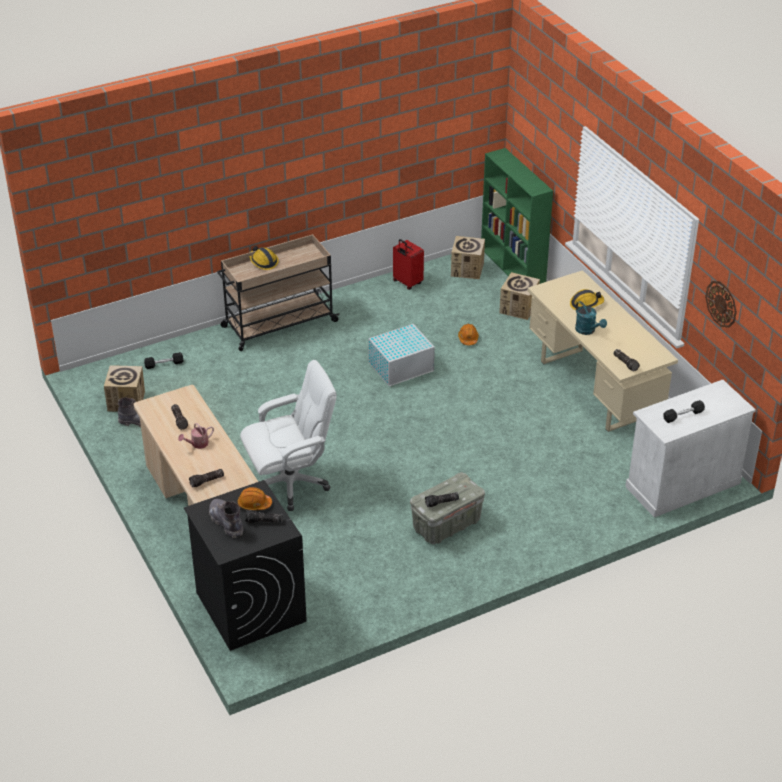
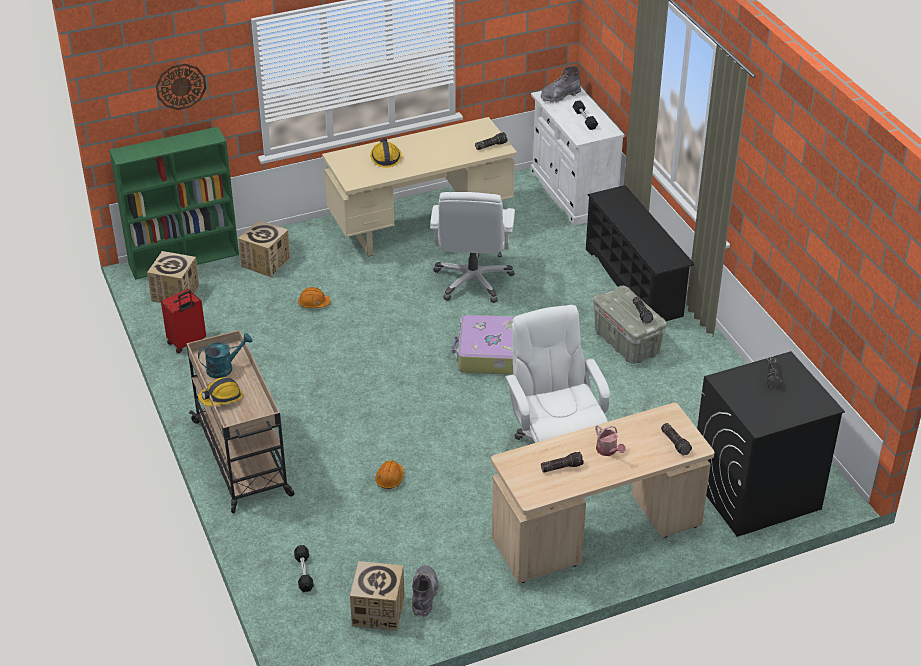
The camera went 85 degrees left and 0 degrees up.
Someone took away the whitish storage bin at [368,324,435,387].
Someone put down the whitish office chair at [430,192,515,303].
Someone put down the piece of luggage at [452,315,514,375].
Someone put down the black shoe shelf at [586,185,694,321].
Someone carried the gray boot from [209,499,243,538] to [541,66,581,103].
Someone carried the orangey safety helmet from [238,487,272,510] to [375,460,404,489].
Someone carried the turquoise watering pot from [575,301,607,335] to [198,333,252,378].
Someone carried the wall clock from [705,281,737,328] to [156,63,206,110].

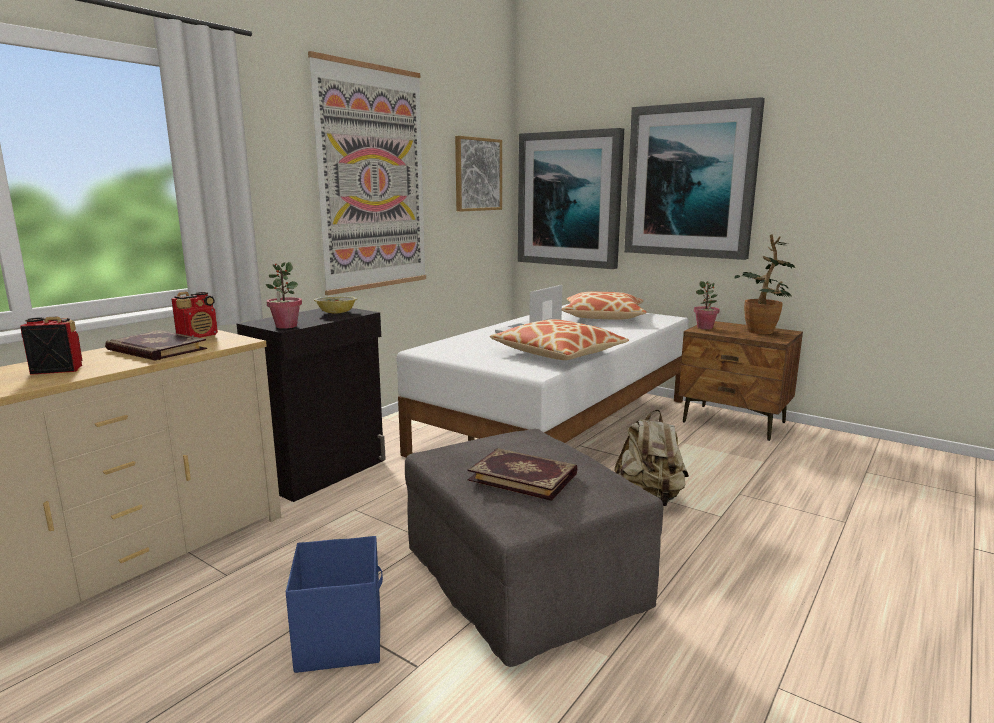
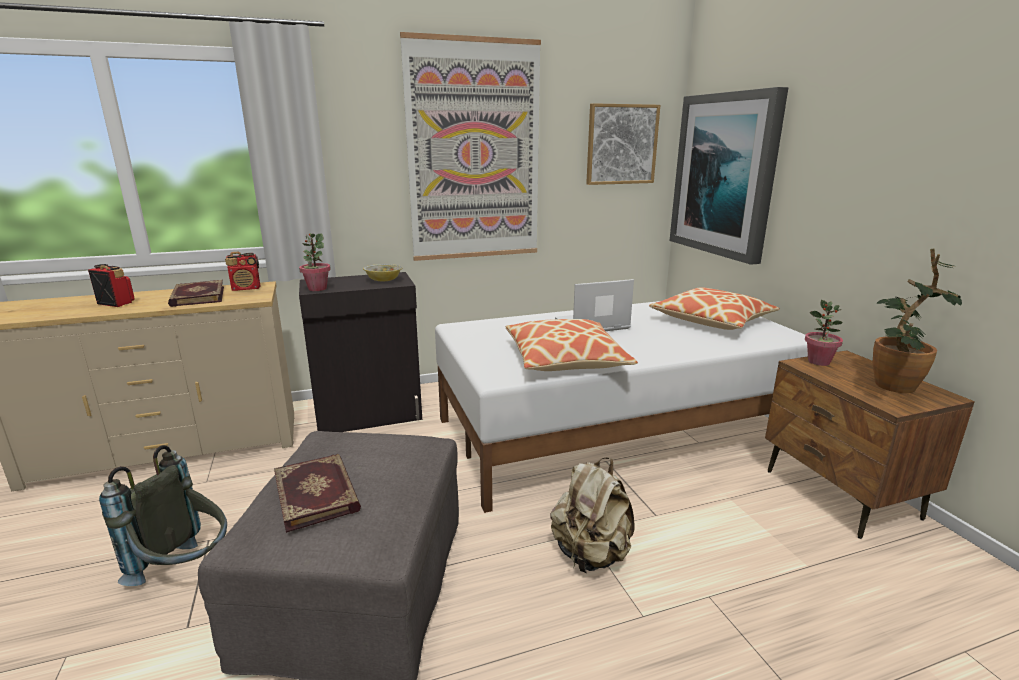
The camera went 35 degrees right and 5 degrees up.
Someone took away the wall art at [624,97,765,260].
Someone swapped the blue storage bin at [286,536,383,673] for the gray knapsack at [99,445,227,586].

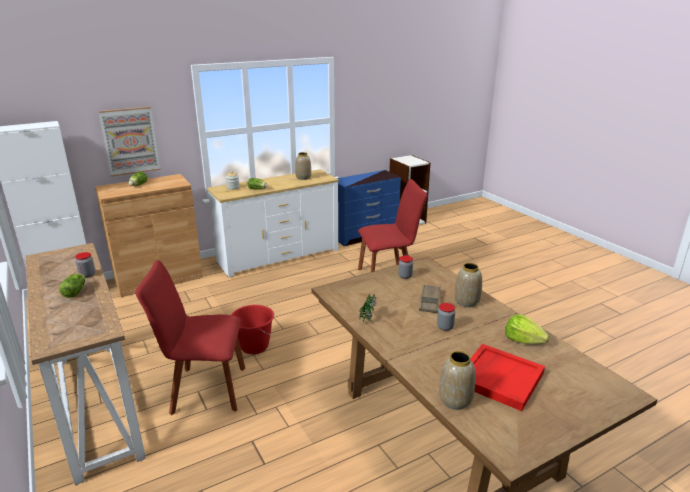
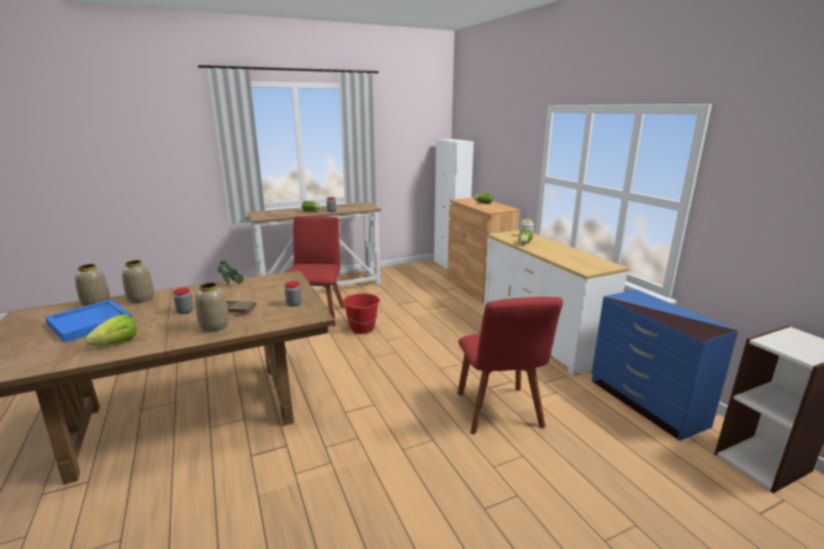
The camera went 95 degrees right and 5 degrees down.
Someone took away the wall art at [99,107,160,177].
Someone carried the vase from [295,152,311,180] to [122,260,154,303].
Someone repainted the red-coloured carrying tray at [471,344,545,411], which became the blue carrying tray at [45,299,132,342].

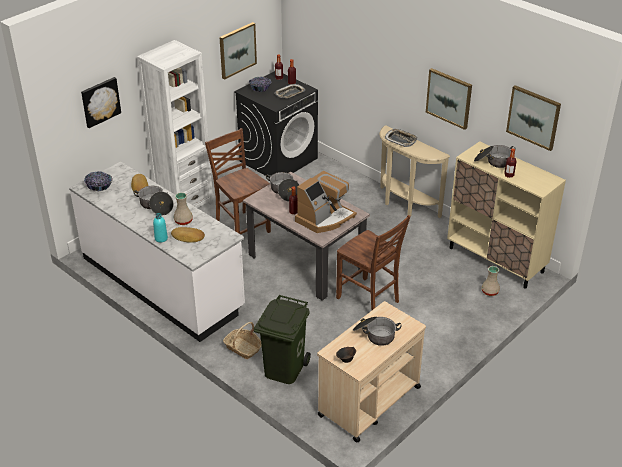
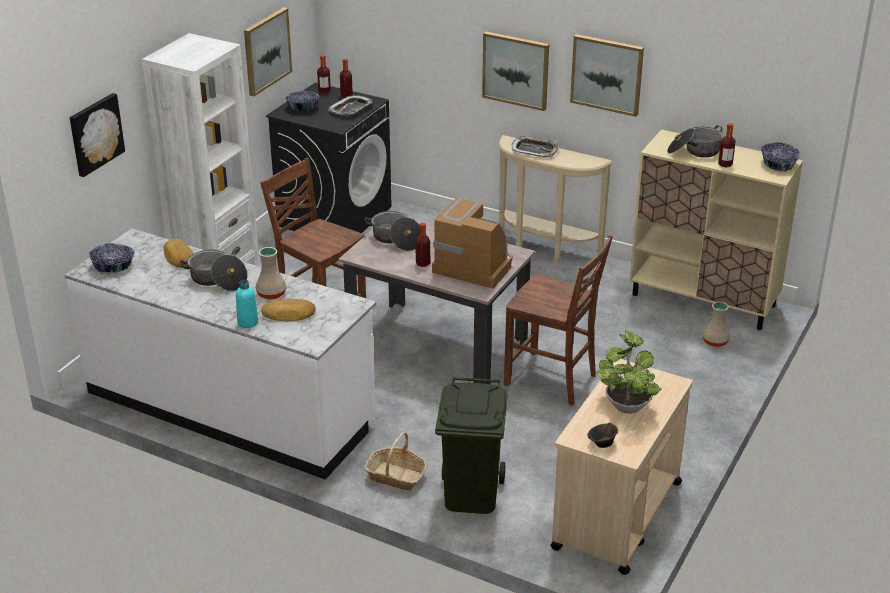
The camera went 15 degrees left and 5 degrees down.
Someone put down the bowl at [761,142,800,172].
Someone carried the wall art from [506,85,561,151] to [482,32,549,111].
Someone swapped the saucepot at [353,317,402,346] for the potted plant at [597,330,662,414].
Someone rotated the coffee maker at [295,171,357,233] by 90 degrees counterclockwise.

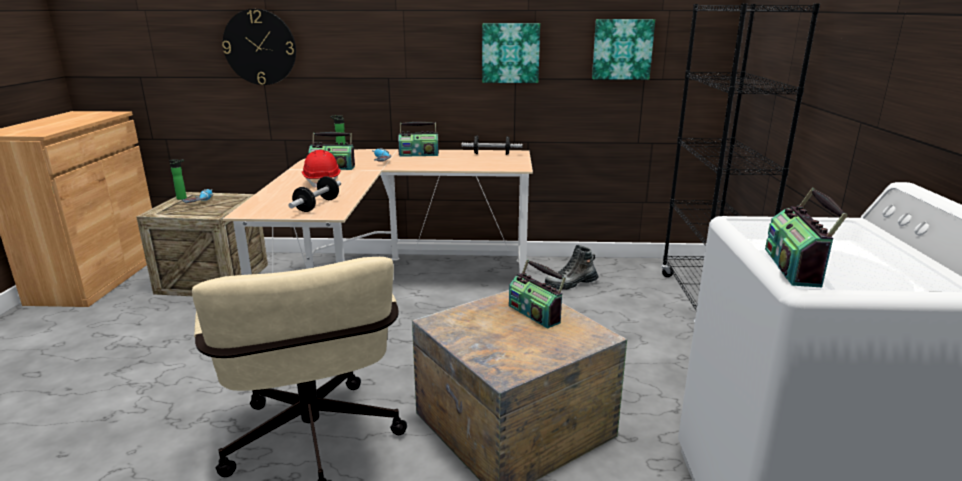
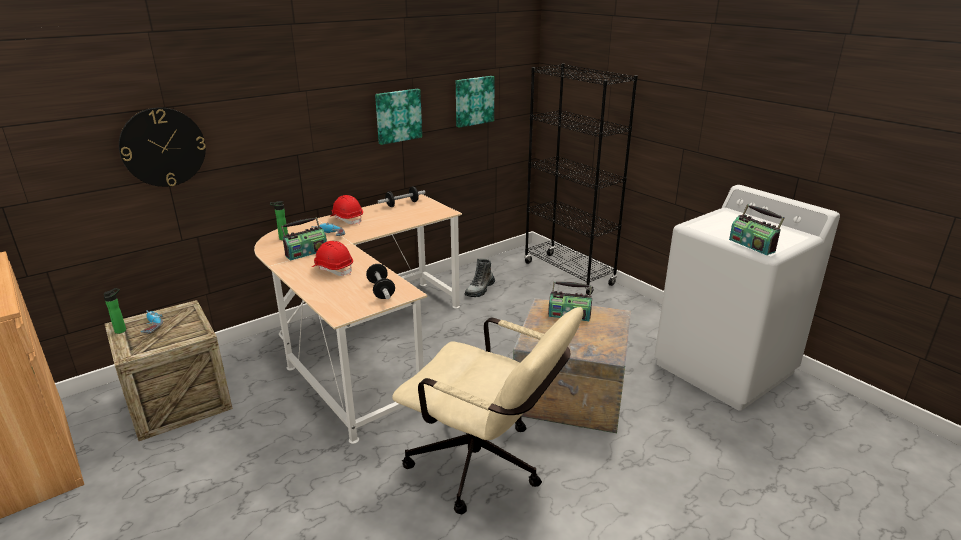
The camera went 40 degrees left and 5 degrees up.
Someone swapped the radio set at [398,121,439,157] for the red-coloured safety helmet at [331,195,363,224].

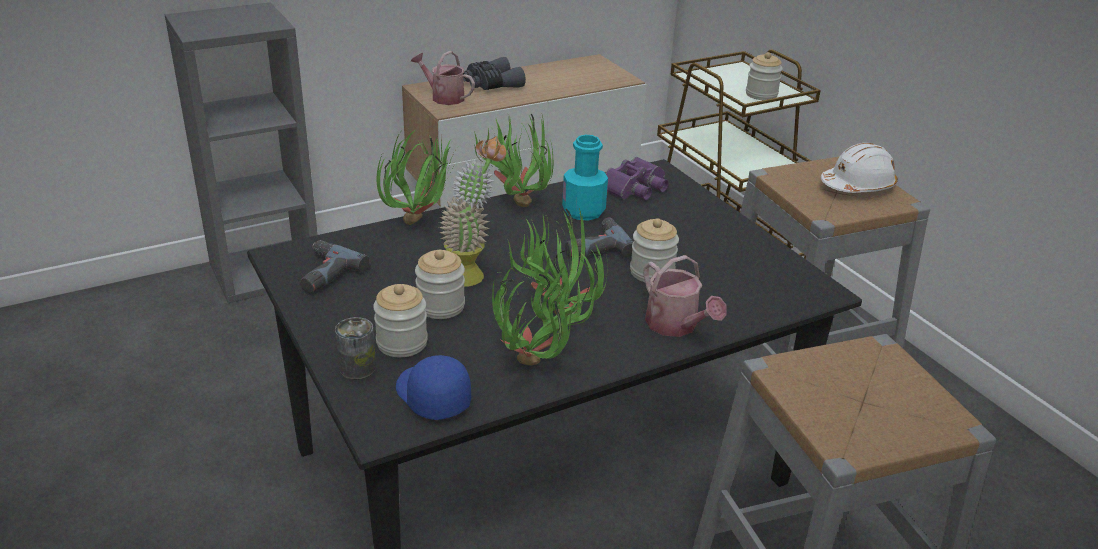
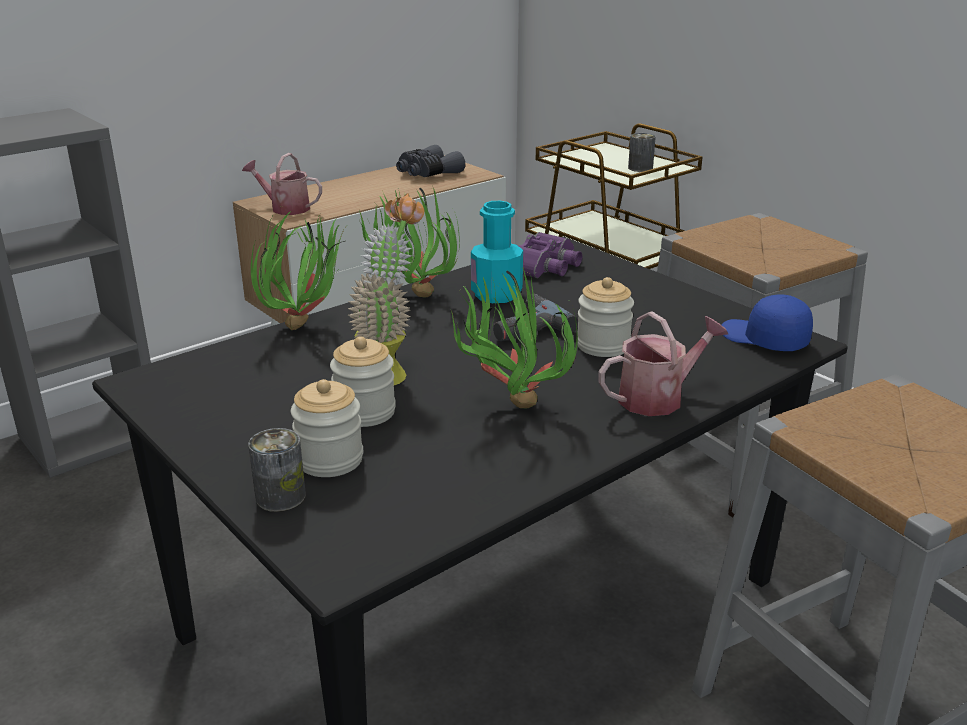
The camera went 10 degrees left and 5 degrees down.
Someone took away the power drill at [300,240,370,293].
Someone took away the potted plant at [492,255,597,365].
Someone took away the whitish safety helmet at [821,143,898,193].
Someone carried the blue baseball cap from [396,355,471,420] to [722,294,813,351].
Someone carried the gray binoculars from [463,57,526,90] to [396,145,465,177].
Someone swapped the preserve jar at [746,52,783,100] for the can at [628,133,656,172].
Someone rotated the watering pot at [644,255,727,337] by 75 degrees counterclockwise.

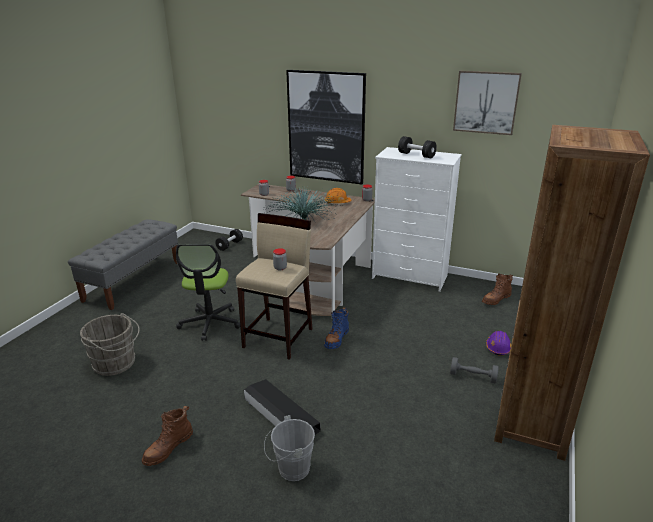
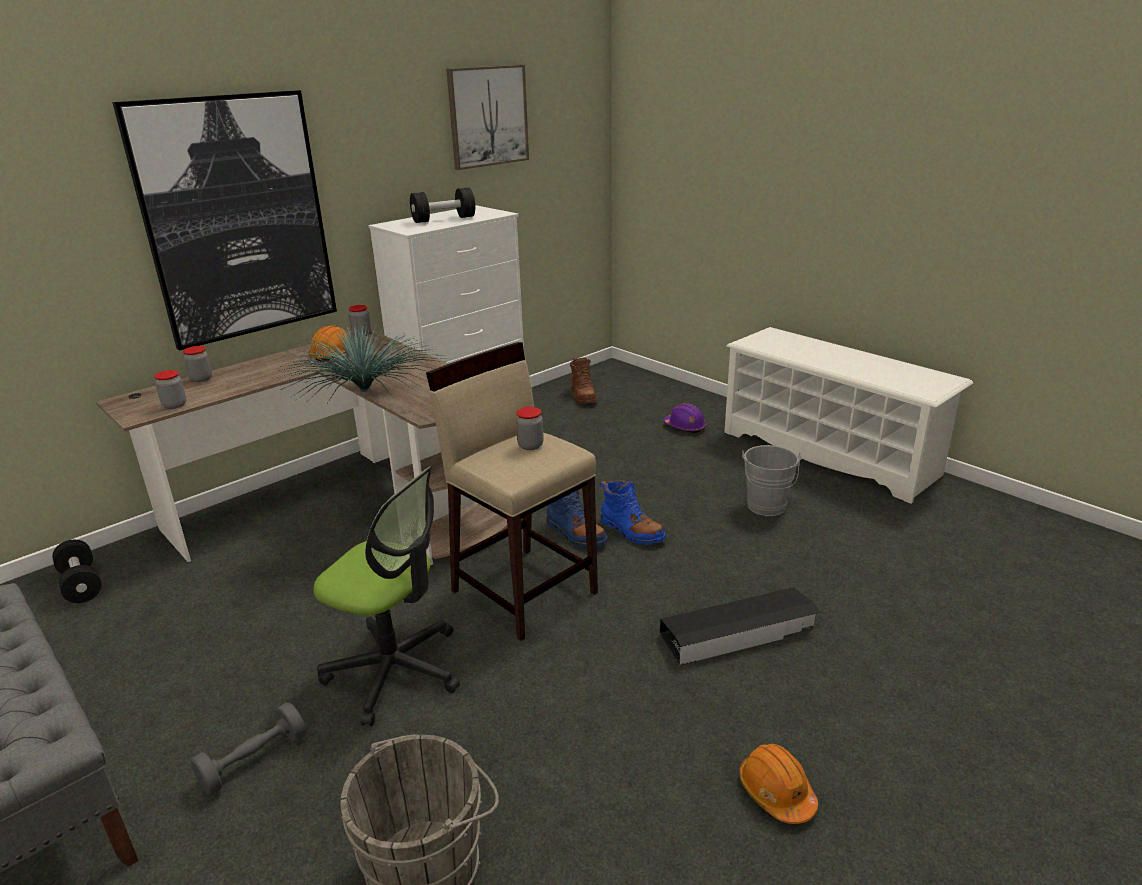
The camera went 65 degrees left and 0 degrees up.
Someone put down the blue boot at [599,480,666,545].
Someone carried the gray pail from [264,415,315,481] to [742,445,801,516].
Someone carried the gray dumbbell from [450,357,499,383] to [191,702,306,795].
Someone swapped the brownish boot at [142,406,193,466] for the orangey safety helmet at [739,744,818,824].
Someone swapped the brownish shelving unit at [494,125,650,461] for the whitish shoe shelf at [724,327,973,504].

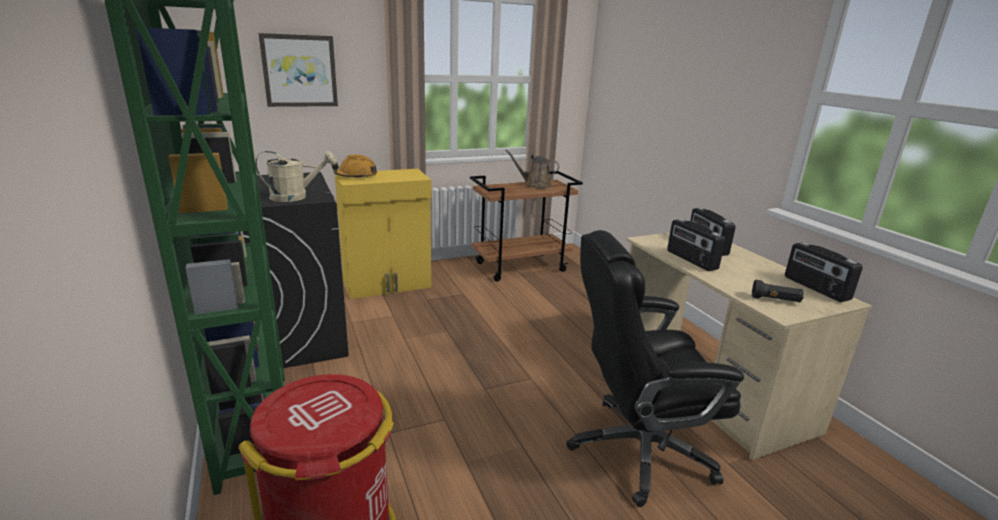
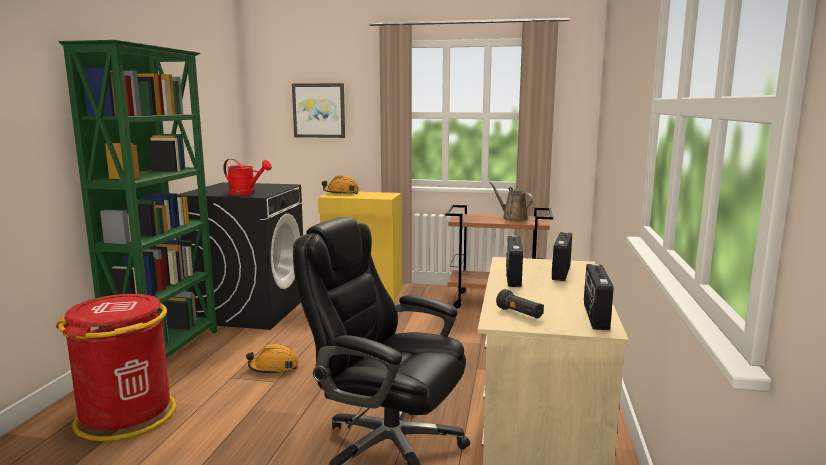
The camera went 35 degrees right and 10 degrees down.
Someone put down the orangey safety helmet at [246,344,299,375].
Someone repainted the beige watering pot at [255,151,336,202], which became the red-coloured watering pot at [223,159,272,196].

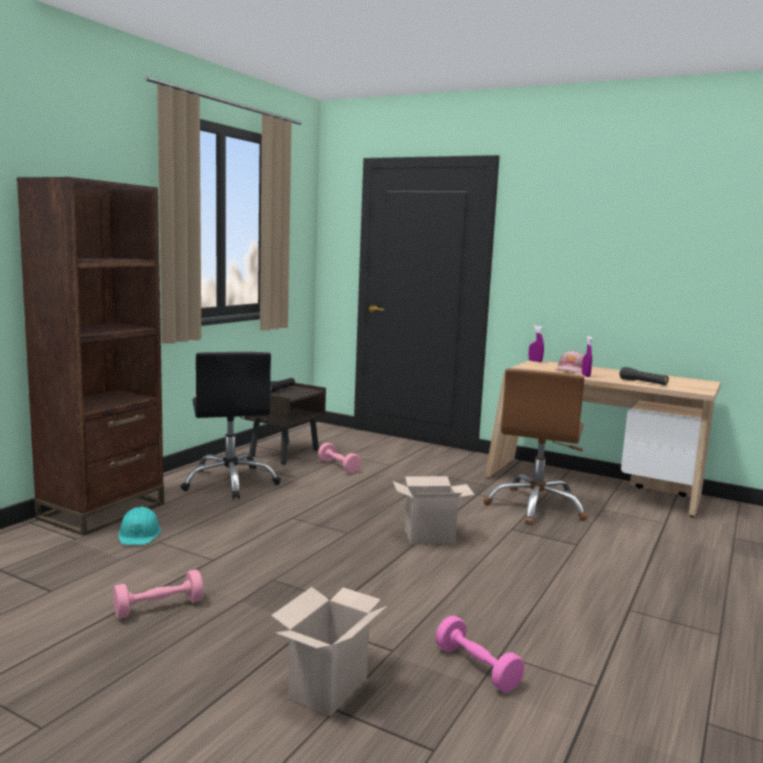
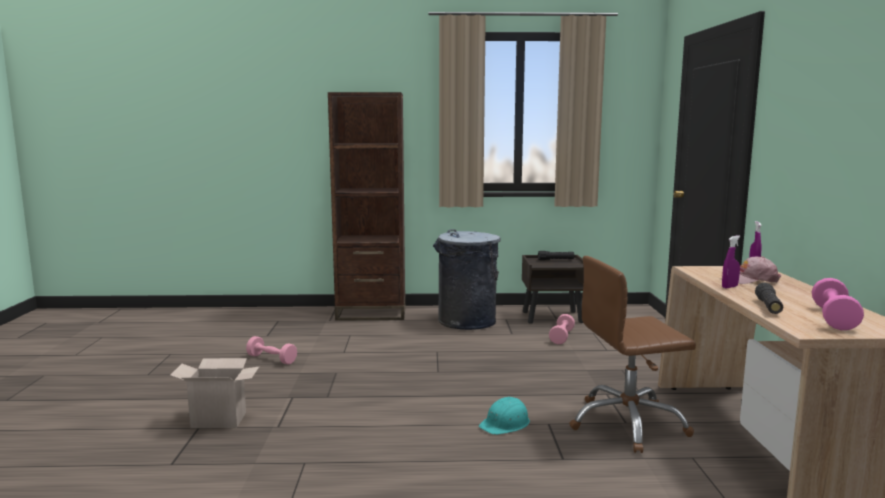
The camera went 60 degrees right and 0 degrees up.
Someone took away the carton at [393,476,475,545].
Someone carried the turquoise safety helmet from [118,507,161,545] to [479,396,530,435].
Someone carried the pink-coloured dumbbell from [436,615,524,693] to [812,278,864,330].
Someone swapped the black office chair at [180,352,281,499] for the gray trash can at [433,229,500,330].

